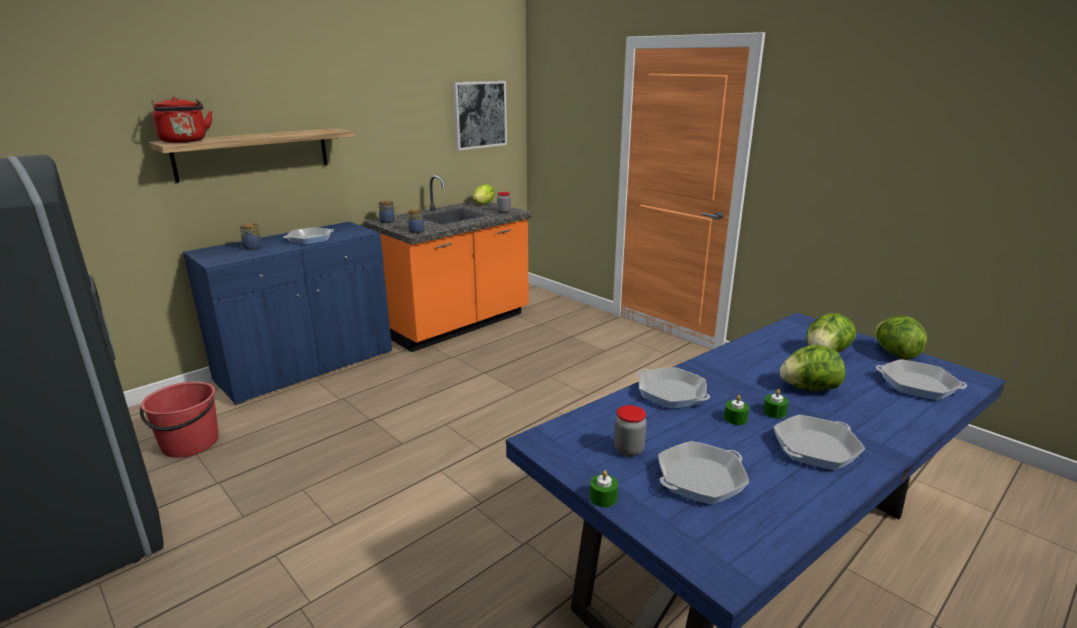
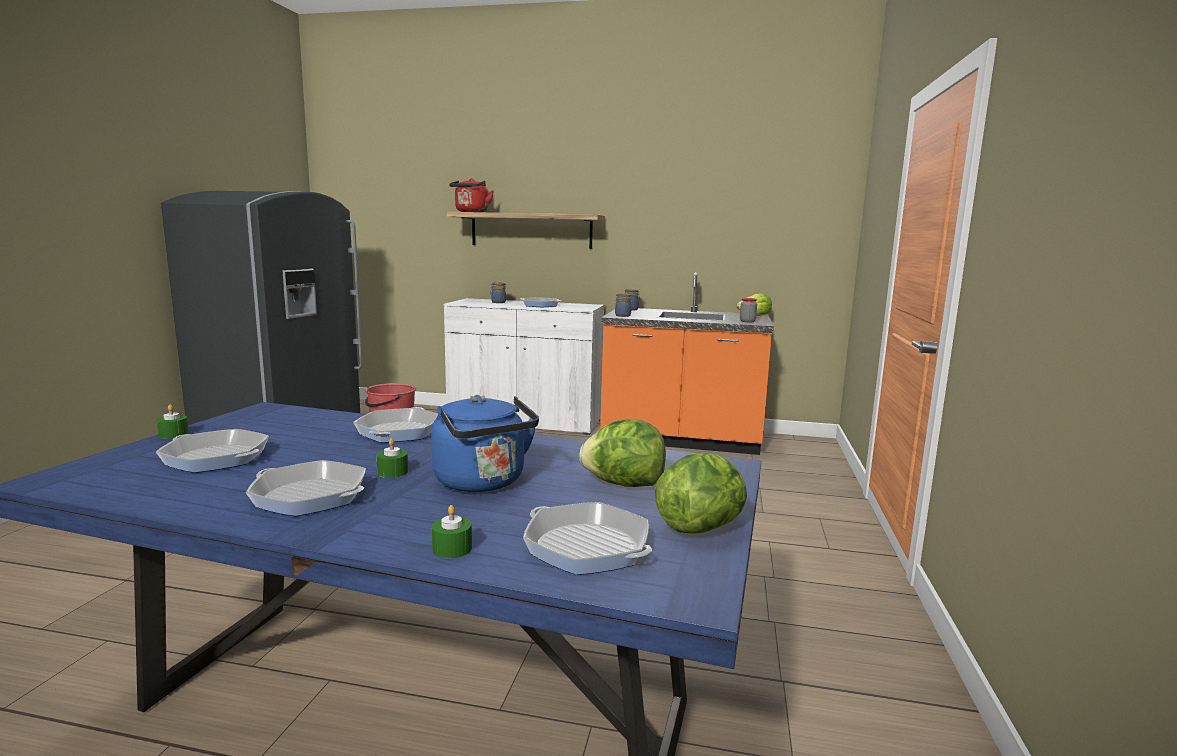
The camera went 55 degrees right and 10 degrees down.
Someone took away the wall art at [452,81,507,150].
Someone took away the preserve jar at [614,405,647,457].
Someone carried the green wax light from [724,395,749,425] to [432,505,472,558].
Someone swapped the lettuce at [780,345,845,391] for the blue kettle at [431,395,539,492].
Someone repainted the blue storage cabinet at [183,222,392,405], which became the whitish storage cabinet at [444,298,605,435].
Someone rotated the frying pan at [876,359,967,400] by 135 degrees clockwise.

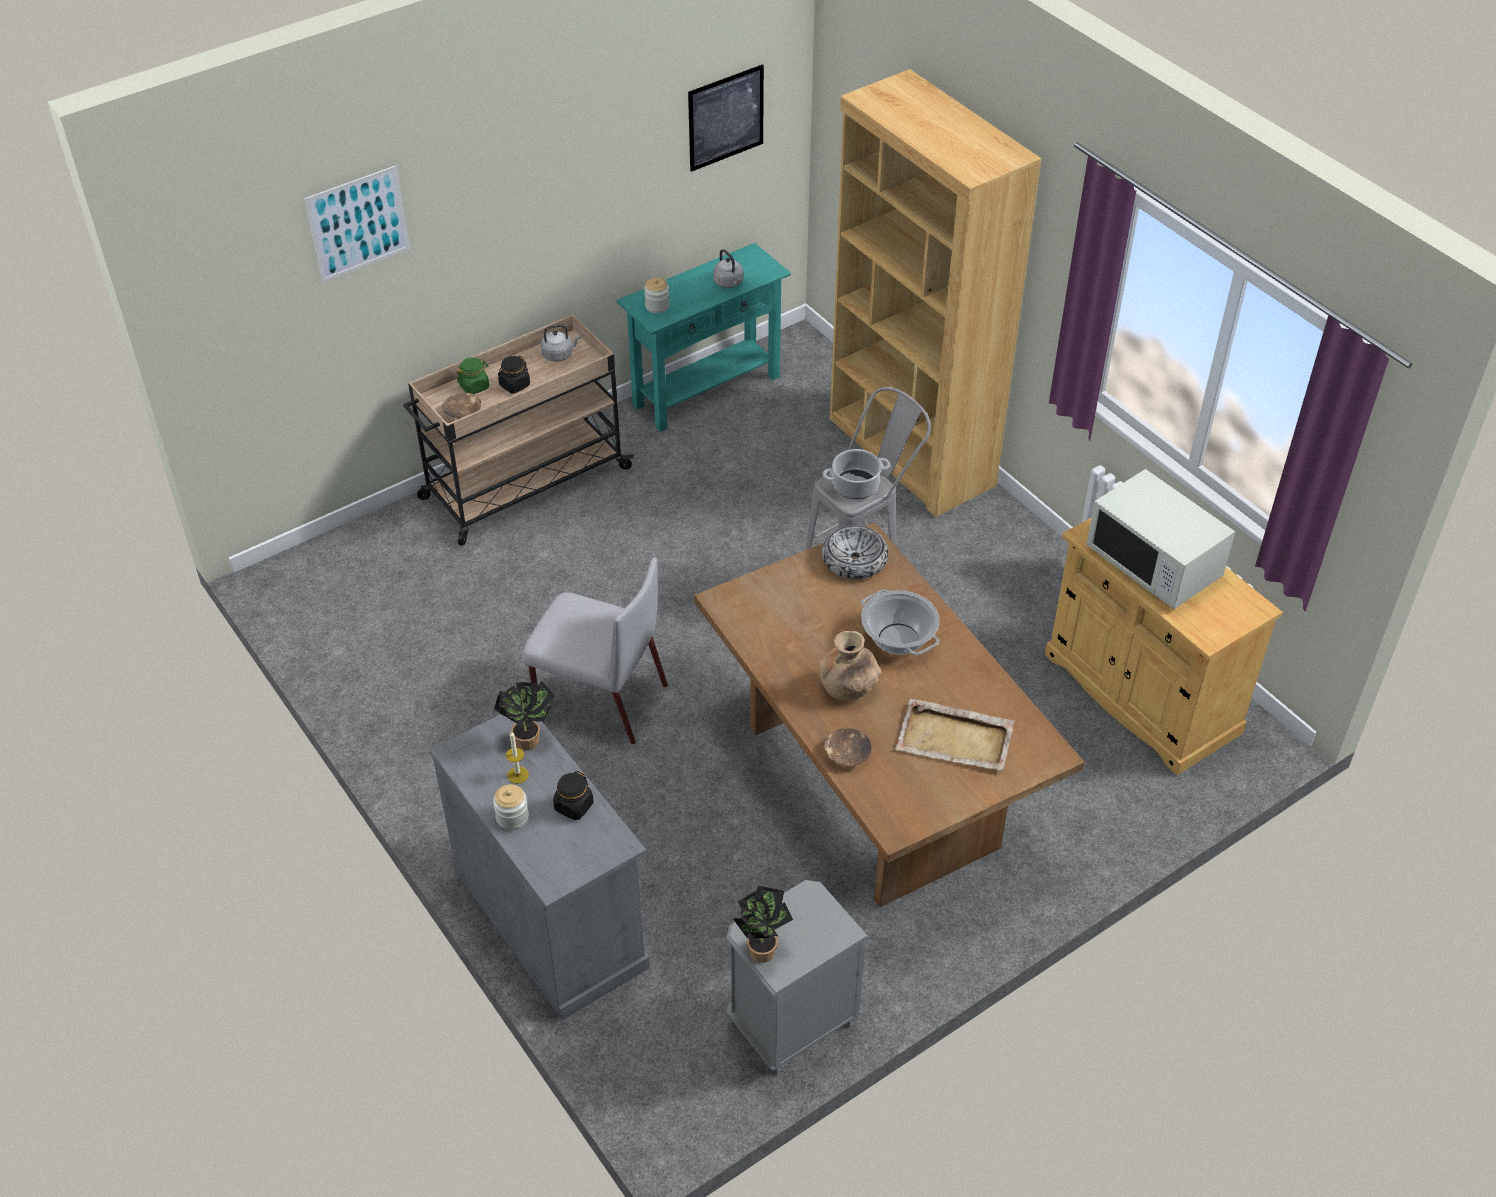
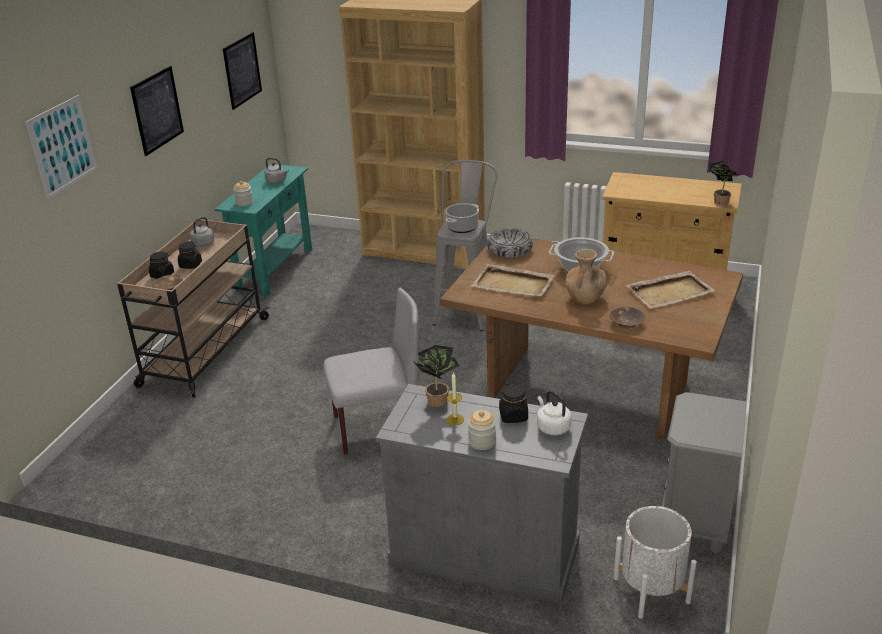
The camera went 35 degrees left and 15 degrees down.
Someone took away the whitish microwave at [1086,469,1235,609].
Someone put up the wall art at [130,66,184,156].
Someone put down the beige carrying tray at [471,264,555,296].
Someone put down the whitish kettle at [537,391,572,435].
Someone put down the whitish planter at [613,506,697,619].
Someone carried the potted plant from [733,885,793,963] to [709,160,738,206].
Someone repainted the green preserve jar at [457,357,489,394], which became the black preserve jar at [149,252,174,279].

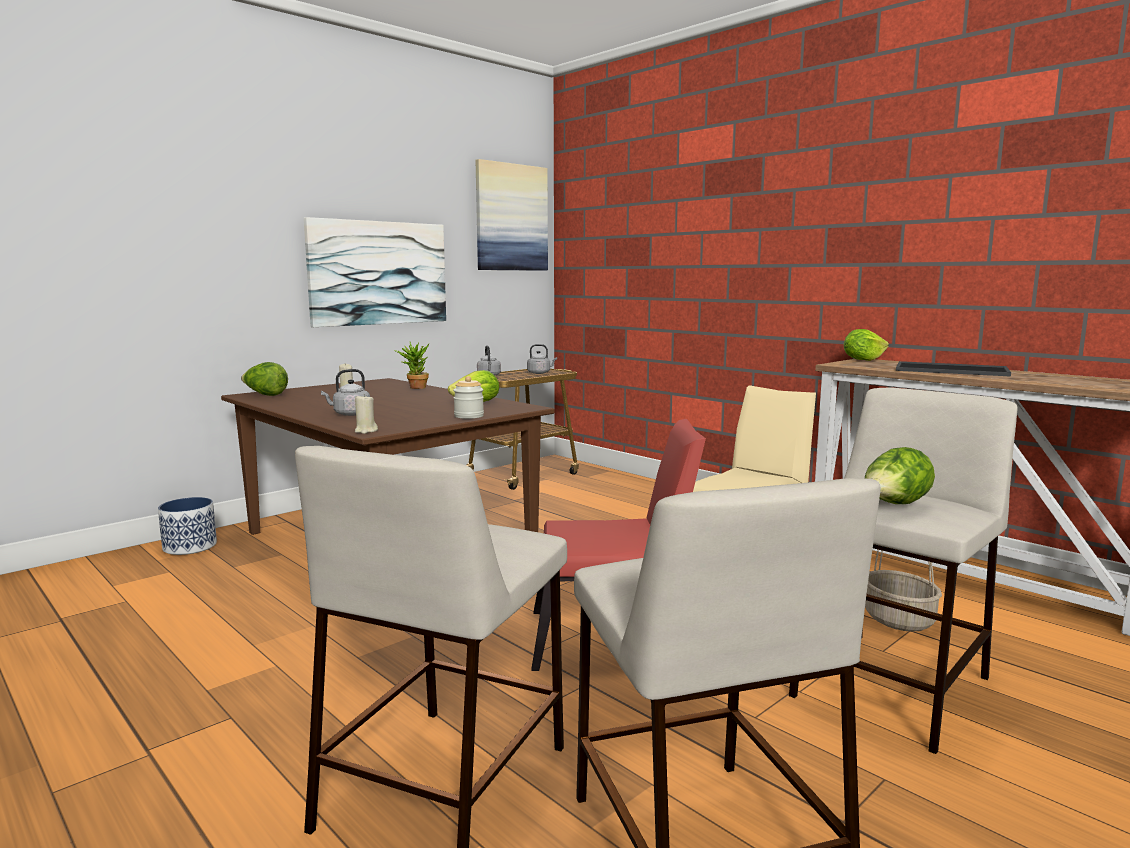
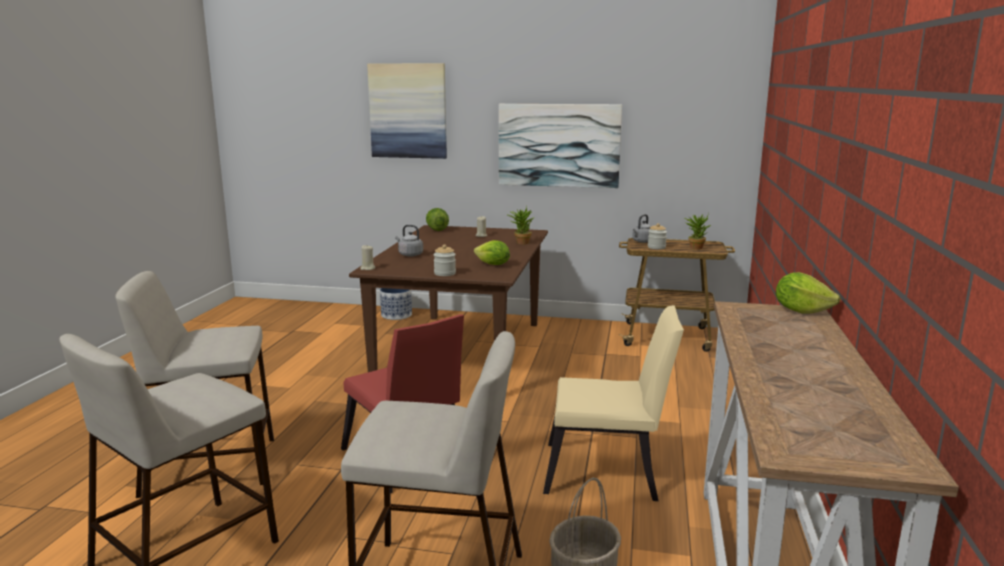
The camera went 55 degrees right and 5 degrees up.
Someone took away the lettuce at [865,447,935,504].
Someone took away the carrying tray at [896,361,1011,377].
Someone put down the preserve jar at [648,223,667,249].
Someone carried the wall art from [476,159,548,271] to [367,63,447,159].
Someone swapped the gray kettle at [527,344,557,374] for the potted plant at [684,213,711,250].

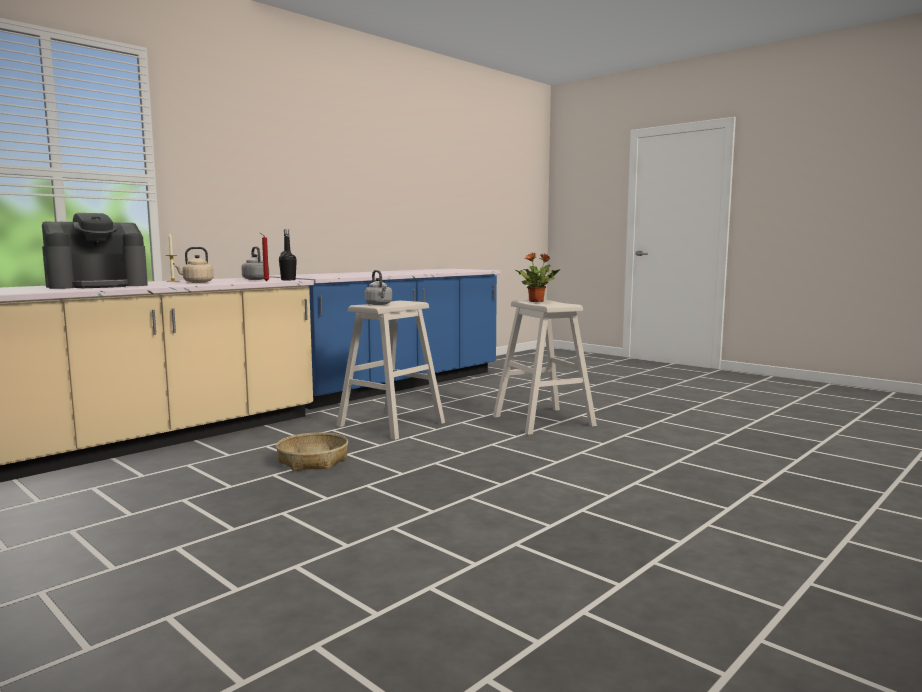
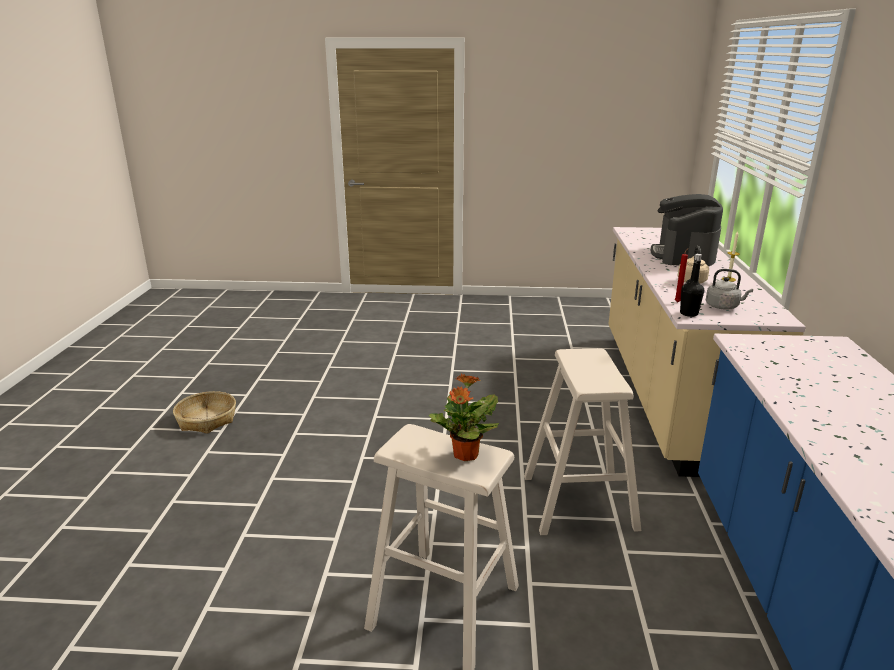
The camera went 140 degrees right and 15 degrees up.
Someone took away the gray kettle at [365,270,392,305].
Someone carried the household basket from [276,433,348,471] to [173,391,236,434].

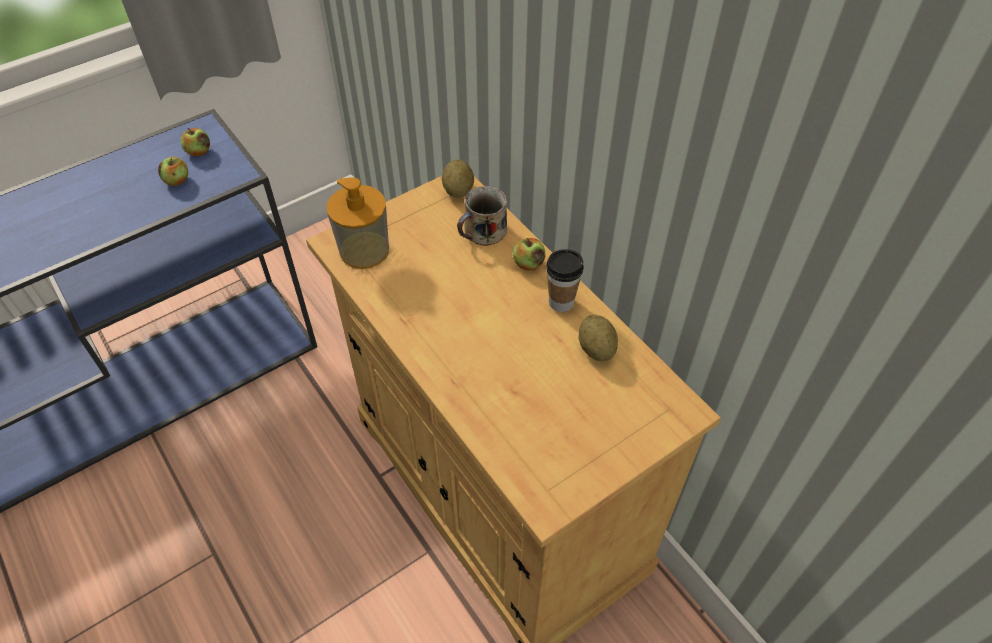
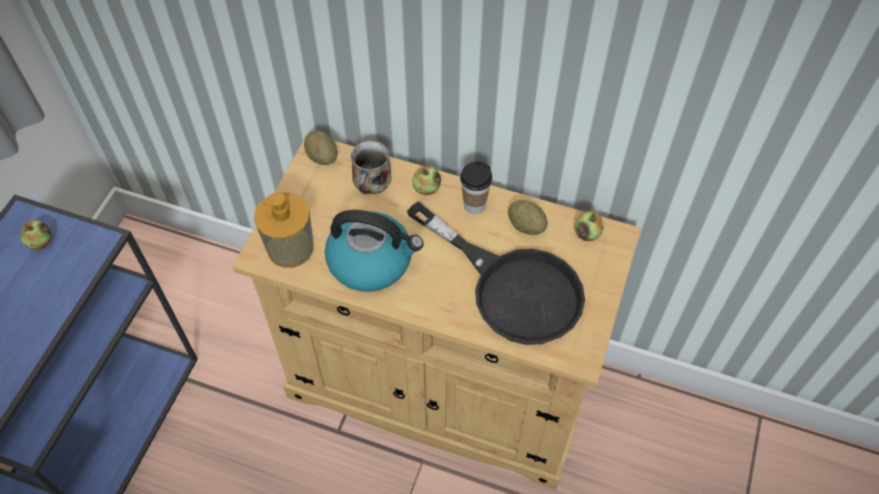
The camera went 35 degrees left and 5 degrees up.
Someone put down the kettle at [325,210,424,292].
Someone put down the black frying pan at [407,201,585,345].
Someone carried the whole apple from [158,157,188,186] to [574,211,604,241].

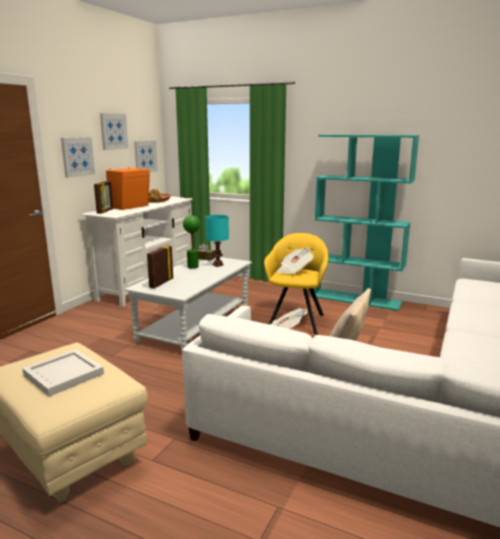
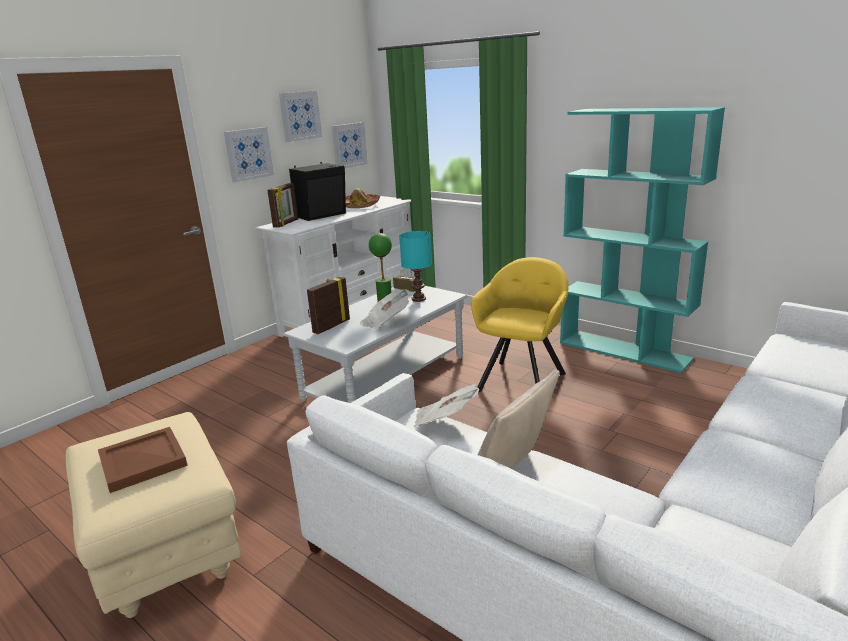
The camera went 15 degrees right and 5 degrees up.
Someone carried the newspaper from [277,248,314,274] to [360,289,410,329].
Someone repainted the whitish carrying tray at [22,349,104,397], which became the brownish carrying tray at [98,427,188,493].
Someone repainted the orangey speaker at [106,167,150,210], which became the black speaker at [289,162,346,221].

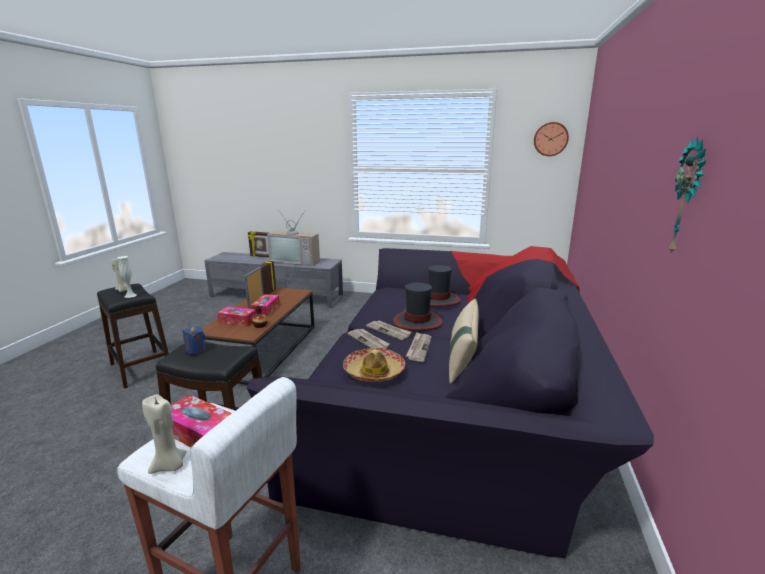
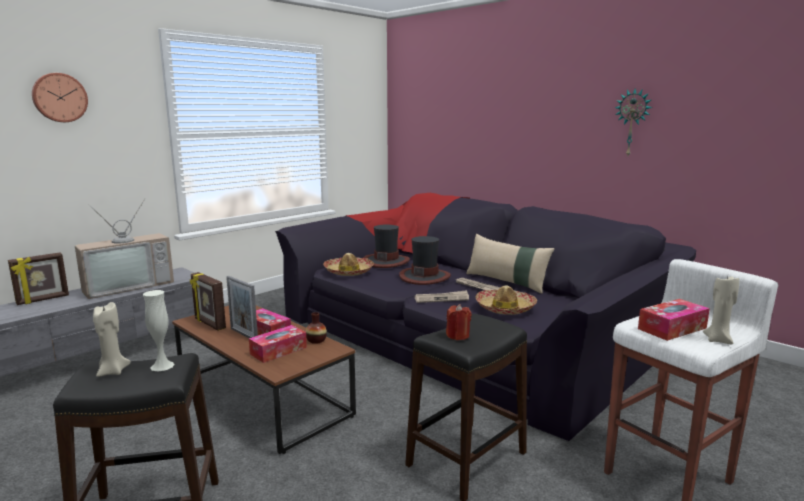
The camera went 60 degrees left and 5 degrees down.
Someone took away the newspaper at [366,321,412,340].
Someone put down the wearable hat at [323,253,374,276].
Someone carried the wall clock from [534,122,569,156] to [32,73,88,122].
Someone repainted the blue wax light at [183,326,206,354], which became the red-coloured wax light at [446,304,472,340].

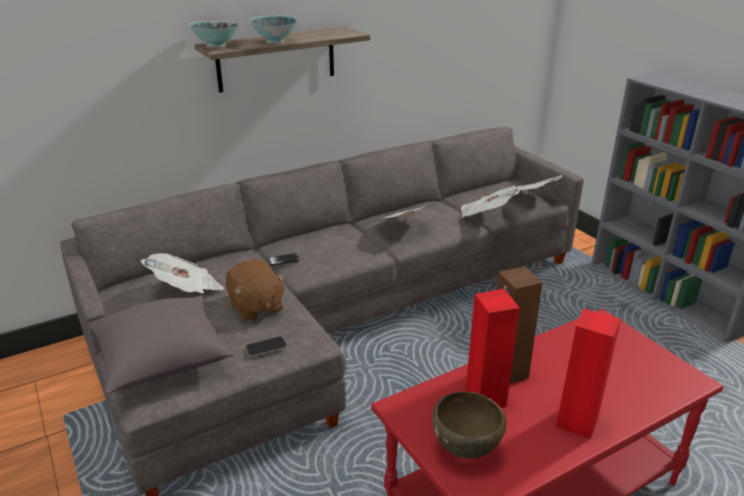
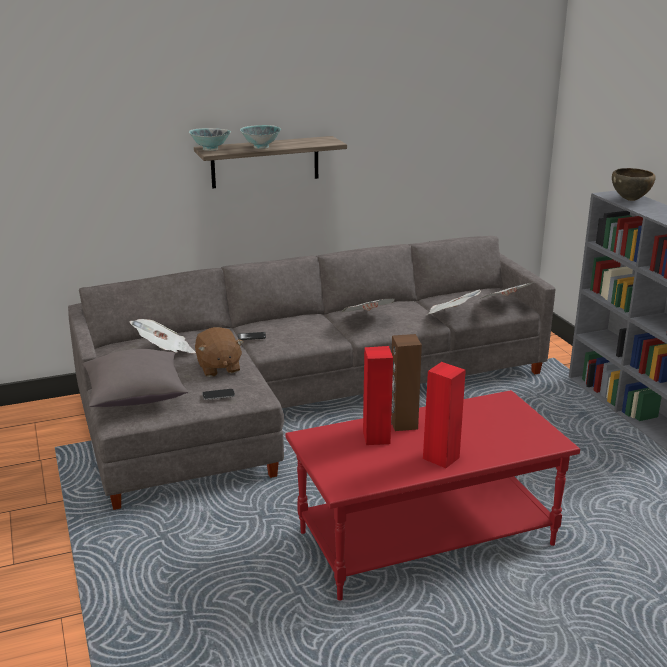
The camera went 10 degrees right and 5 degrees down.
Someone carried the brownish bowl from [432,391,507,459] to [612,168,656,201].

